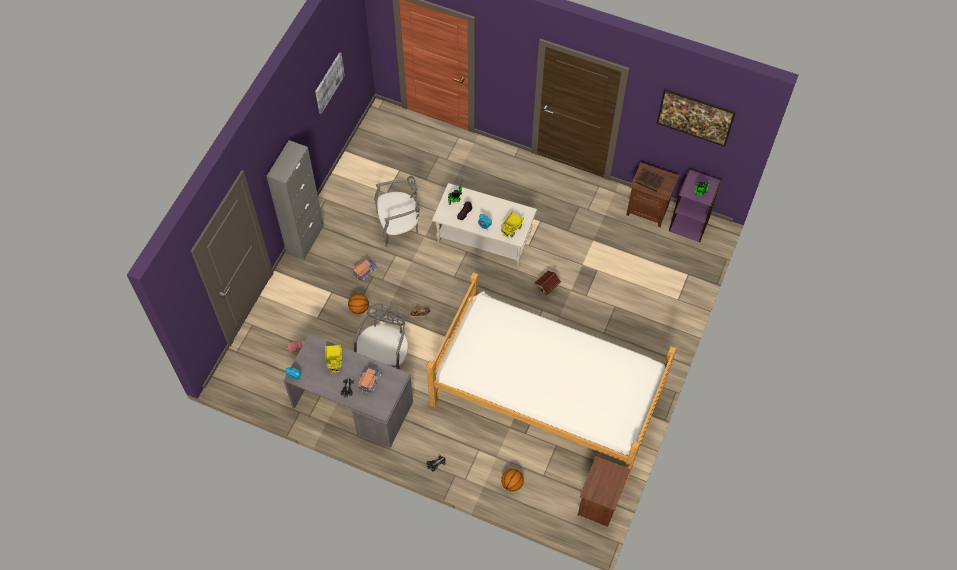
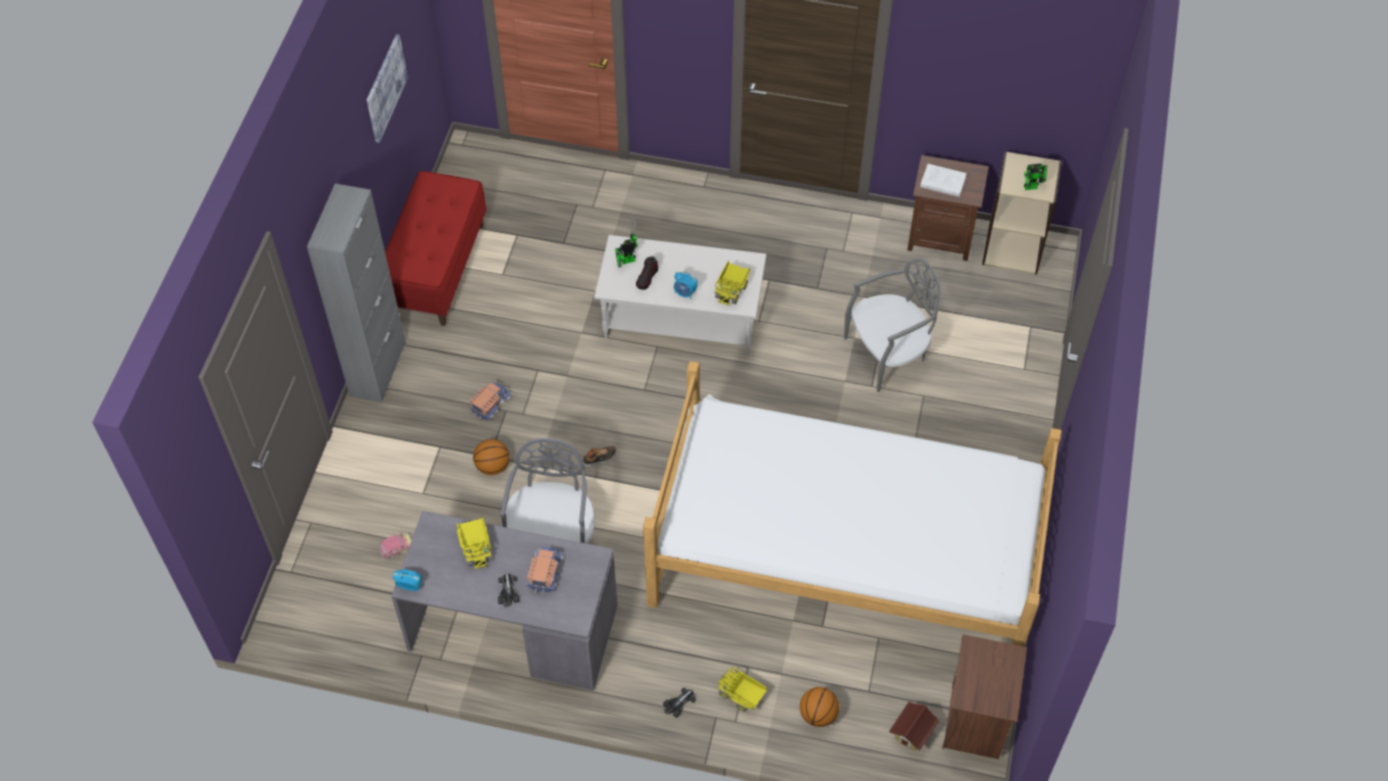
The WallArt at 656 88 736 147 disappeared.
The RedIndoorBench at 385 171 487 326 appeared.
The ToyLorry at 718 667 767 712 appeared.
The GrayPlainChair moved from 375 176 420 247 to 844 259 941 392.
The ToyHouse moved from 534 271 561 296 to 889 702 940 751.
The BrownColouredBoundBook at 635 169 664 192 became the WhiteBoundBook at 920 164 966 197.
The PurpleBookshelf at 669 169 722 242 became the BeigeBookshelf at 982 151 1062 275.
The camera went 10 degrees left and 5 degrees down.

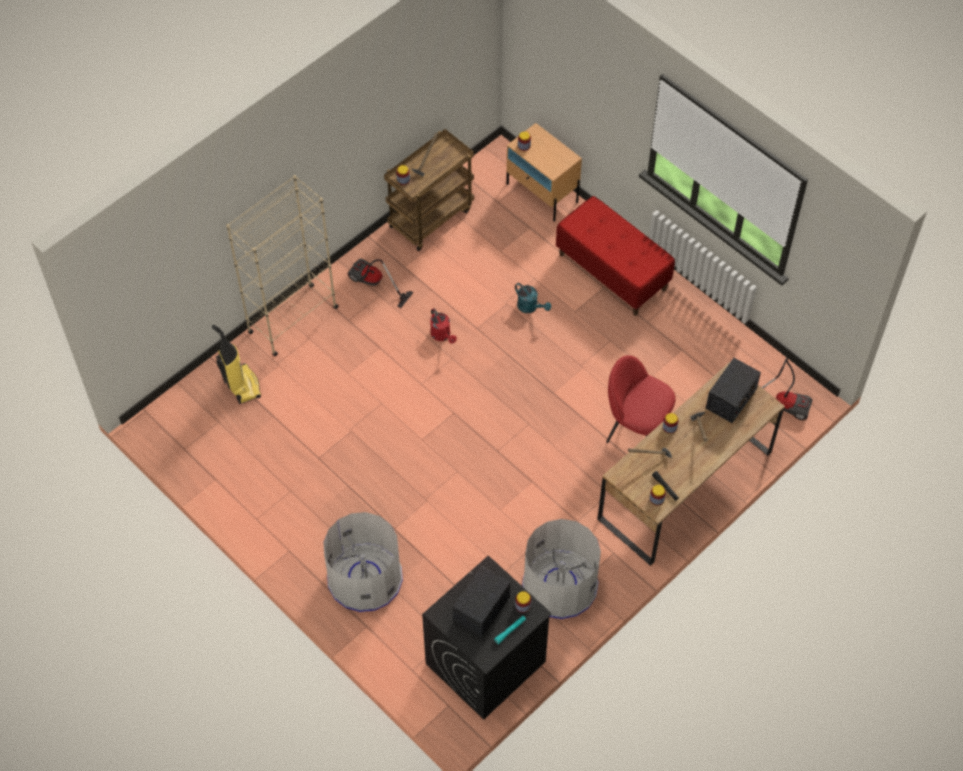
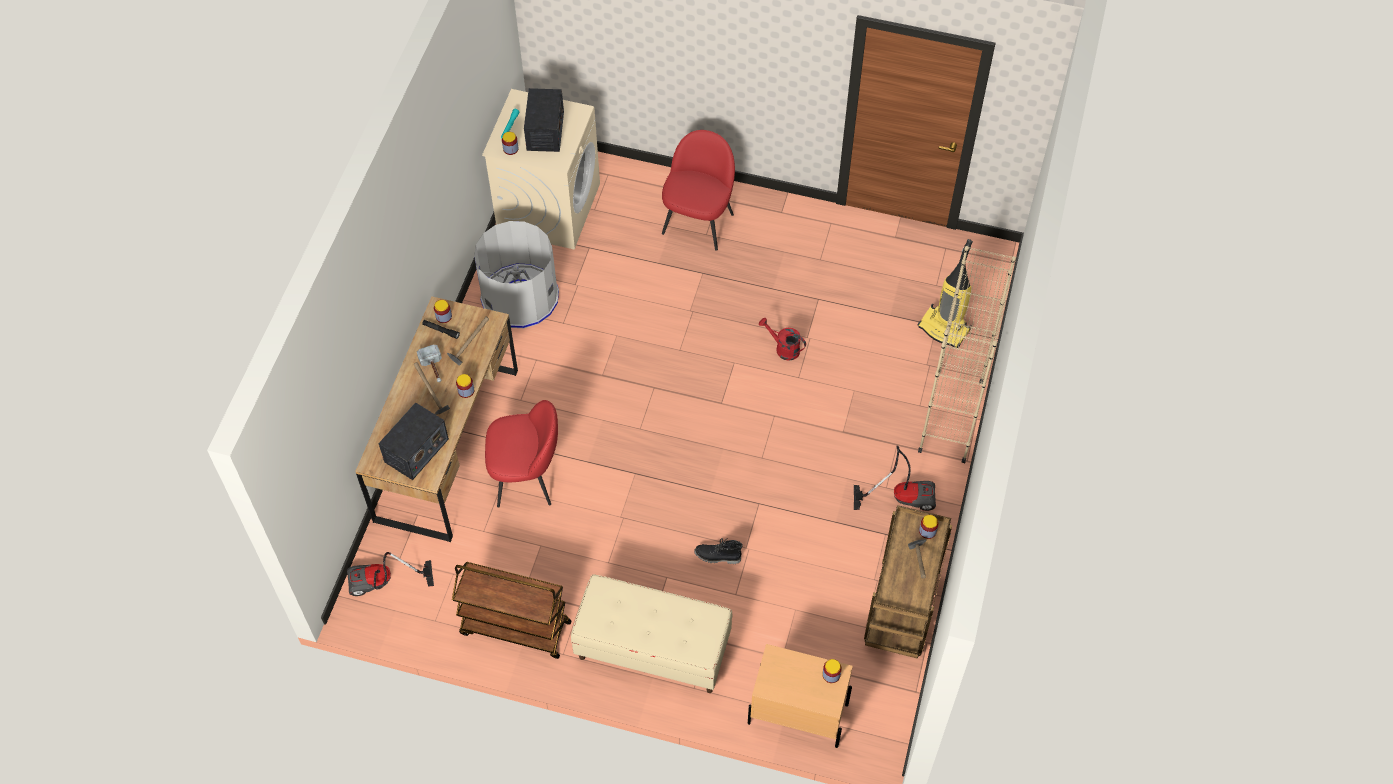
The HandHammer at 417 344 442 382 appeared.
The BrownColouredWheeledCart at 452 562 572 659 appeared.
The RedWateringPot moved from 430 308 457 344 to 759 318 806 361.
The GrayTrashCan at 323 512 403 612 was replaced by the RedPlainChair at 662 130 735 251.
The TurquoiseColouredWateringPot at 515 283 551 313 was replaced by the BlackTallBoot at 694 538 743 564.
The BlackWashingMachine at 422 556 552 720 became the BeigeWashingMachine at 482 89 600 249.
The RedIndoorBench at 556 196 675 316 became the BeigeIndoorBench at 571 575 732 693.
The Radio at 706 358 761 423 turned 150 degrees counterclockwise.
The camera went 150 degrees right and 0 degrees up.

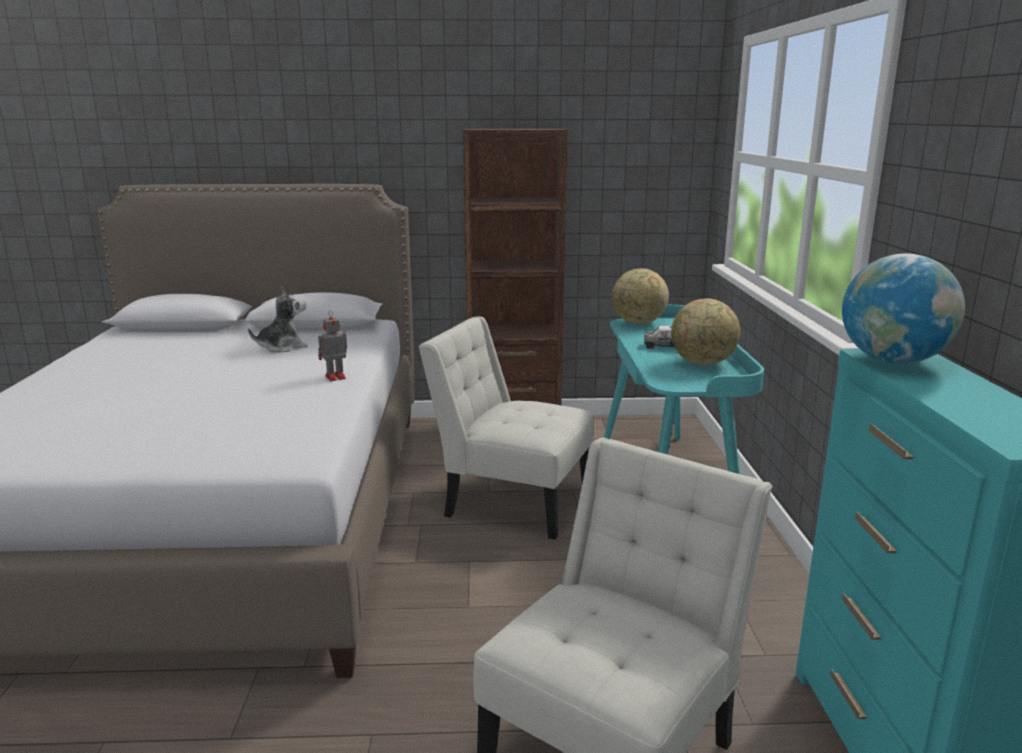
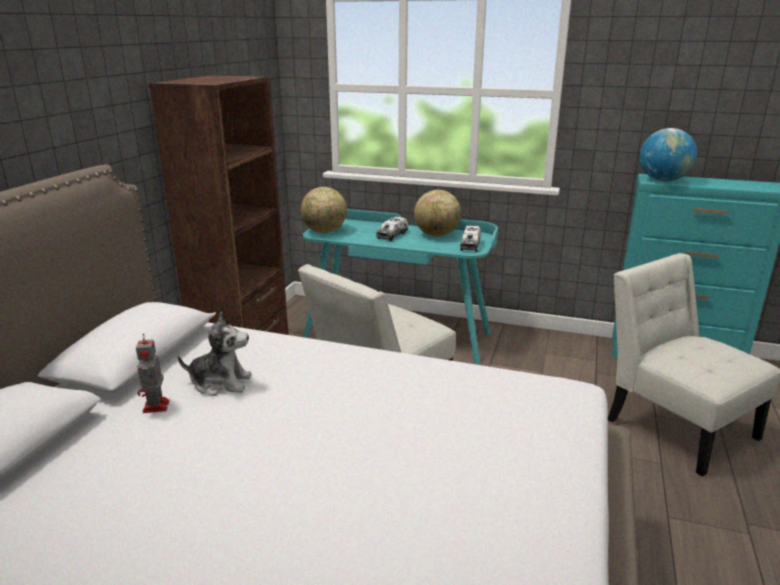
The ToyLorry at 460 226 481 252 appeared.
The ToyRobot moved from 318 310 347 381 to 136 334 169 413.
The PlushToy at 248 287 308 353 turned 105 degrees clockwise.
The camera went 70 degrees left and 5 degrees up.

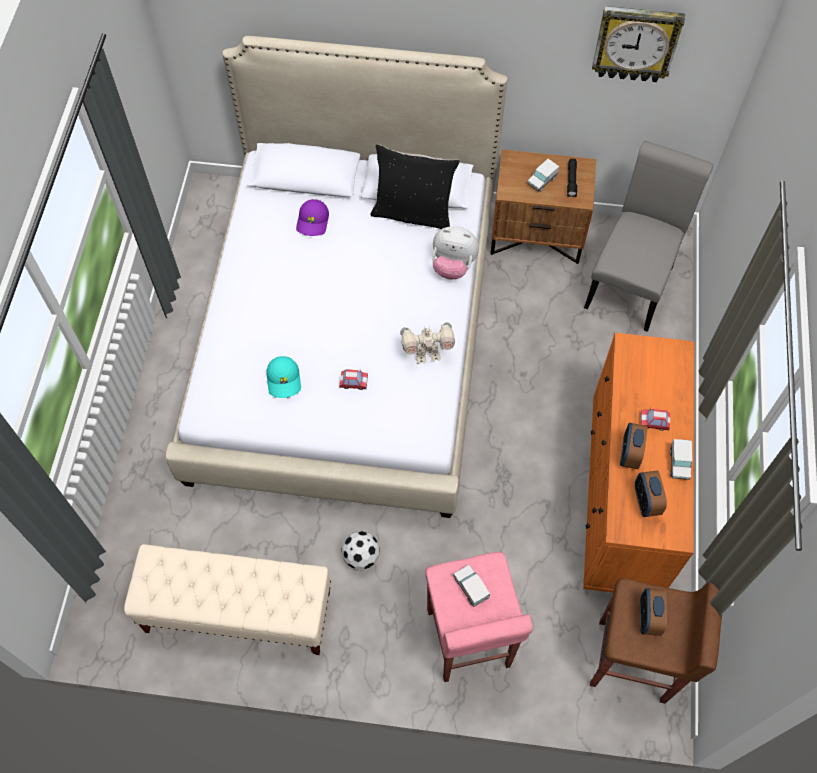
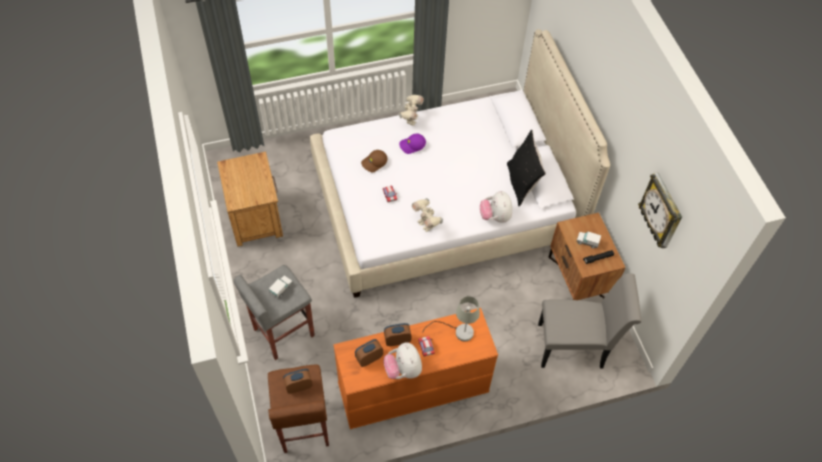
The Football at 341 531 380 570 disappeared.
The ToyRobot at 399 95 424 126 appeared.
The GrayLampForATable at 422 296 480 341 appeared.
The PurpleCap moved from 296 199 329 236 to 399 134 426 154.
The BeigeIndoorBench at 124 544 331 655 was replaced by the BrownColouredBedsideTable at 217 152 283 247.
The ToyLorry at 670 439 692 480 was replaced by the PlushToy at 383 342 422 379.
The TurquoiseColouredCap at 266 356 301 398 became the BrownColouredCap at 361 150 388 173.
The PinkishStool at 425 552 533 682 became the GrayStool at 233 265 315 360.
The camera went 65 degrees right and 5 degrees down.

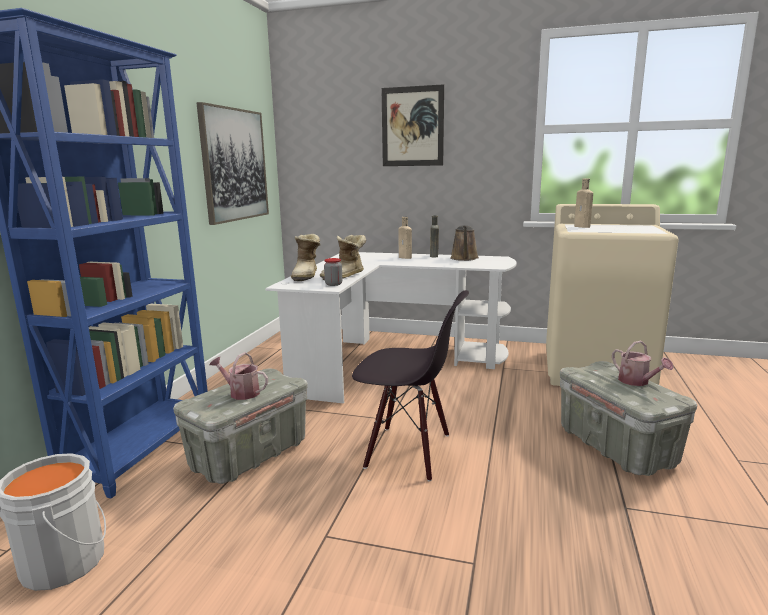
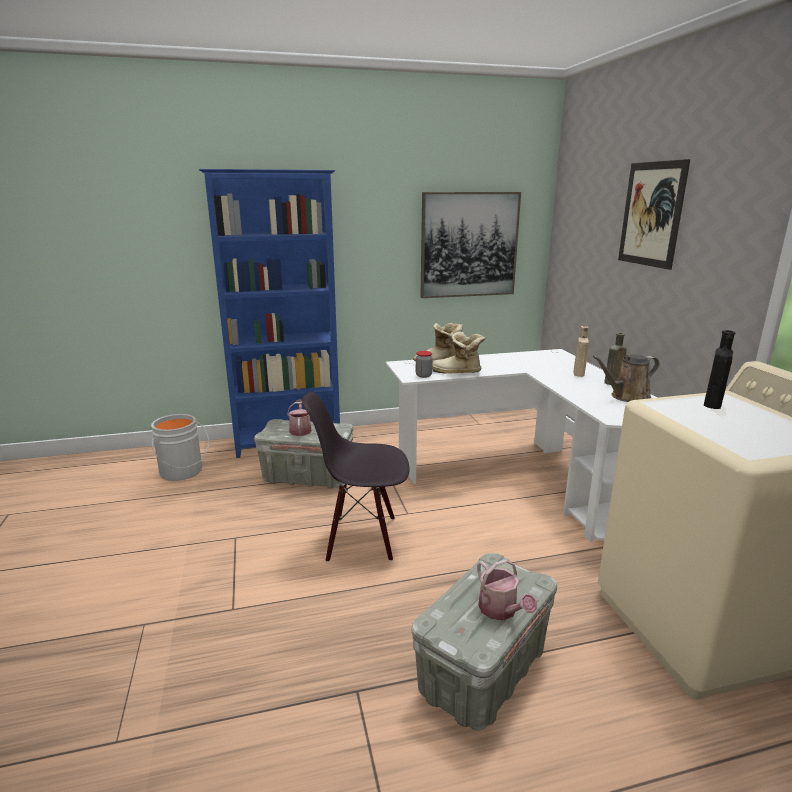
The BeigeBeverageBottle at 574 178 593 228 became the BlackBeverageBottle at 704 330 735 409.
The BlackPlainChair at 352 290 469 482 turned 105 degrees clockwise.
The WateringPot at 612 341 674 386 turned 60 degrees counterclockwise.
The camera went 60 degrees right and 5 degrees up.

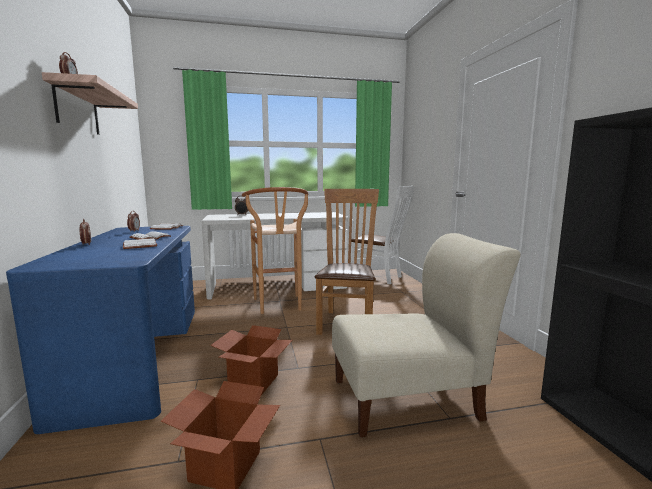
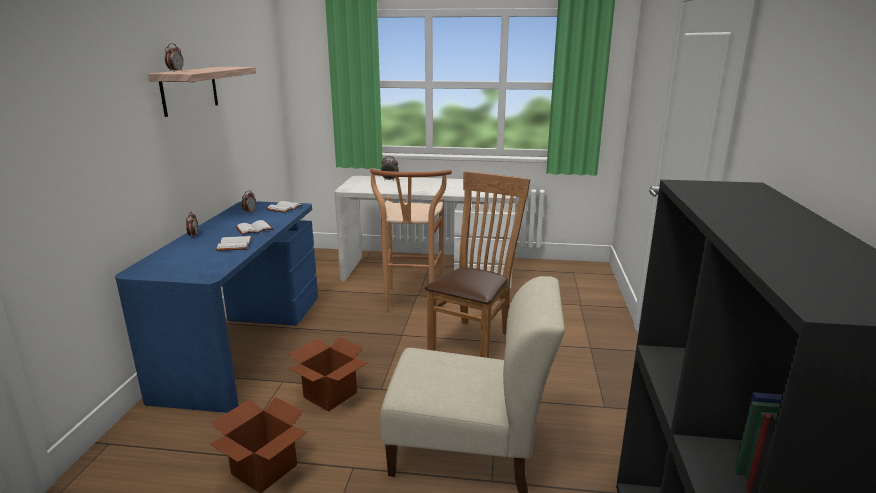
The WhitePlainChair at 351 186 414 284 disappeared.
The camera went 20 degrees right and 10 degrees up.

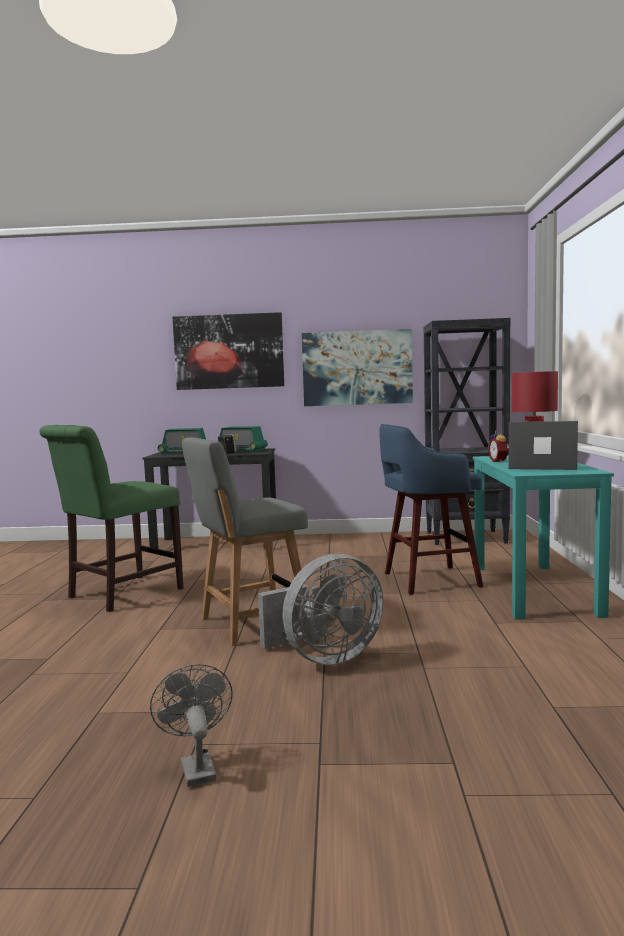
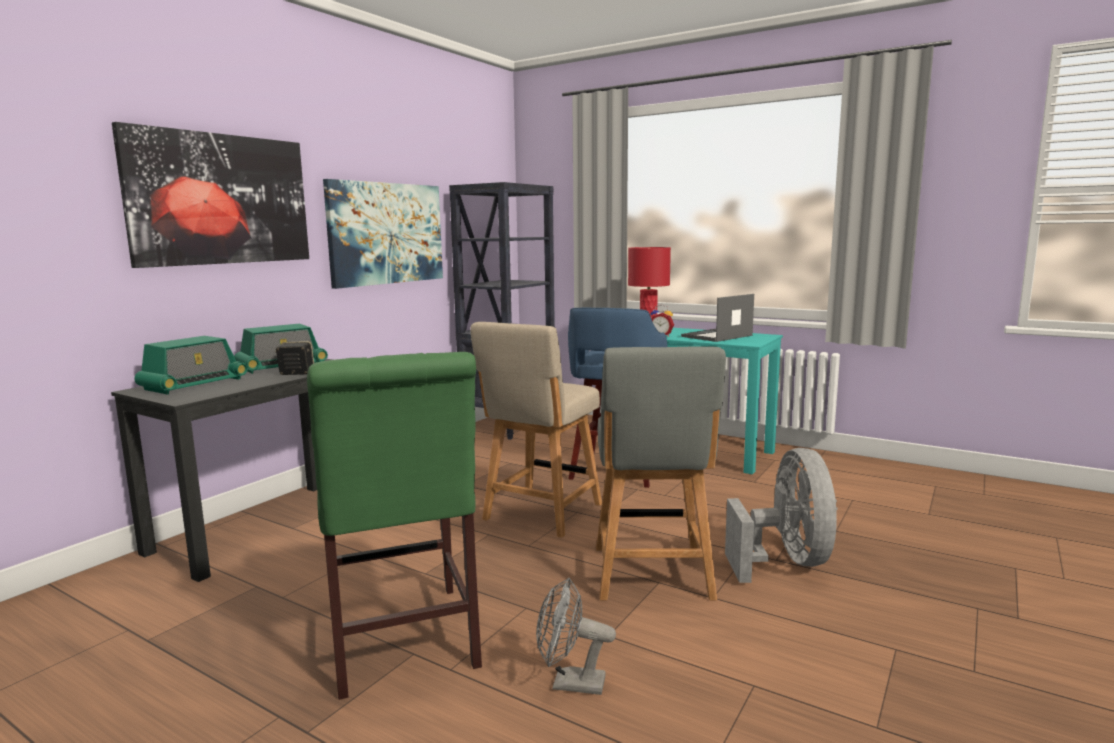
The BeigePlainChair at 470 322 602 538 appeared.
The GrayCoolingFan moved from 150 664 233 787 to 536 578 616 695.
The camera went 60 degrees left and 5 degrees up.

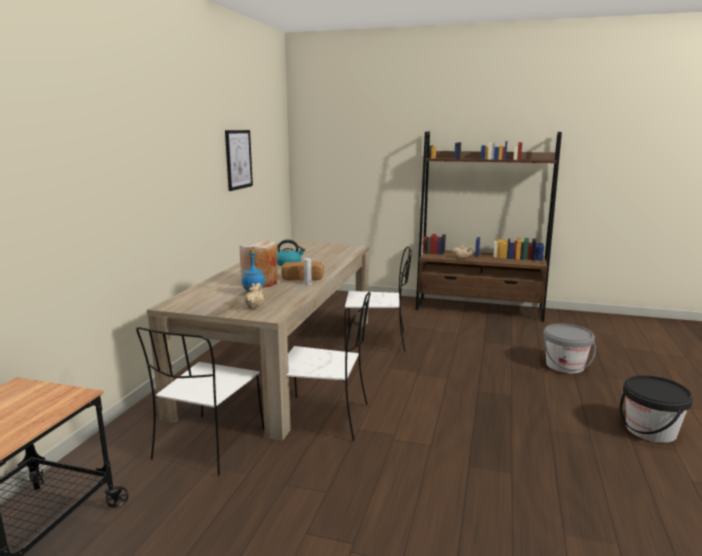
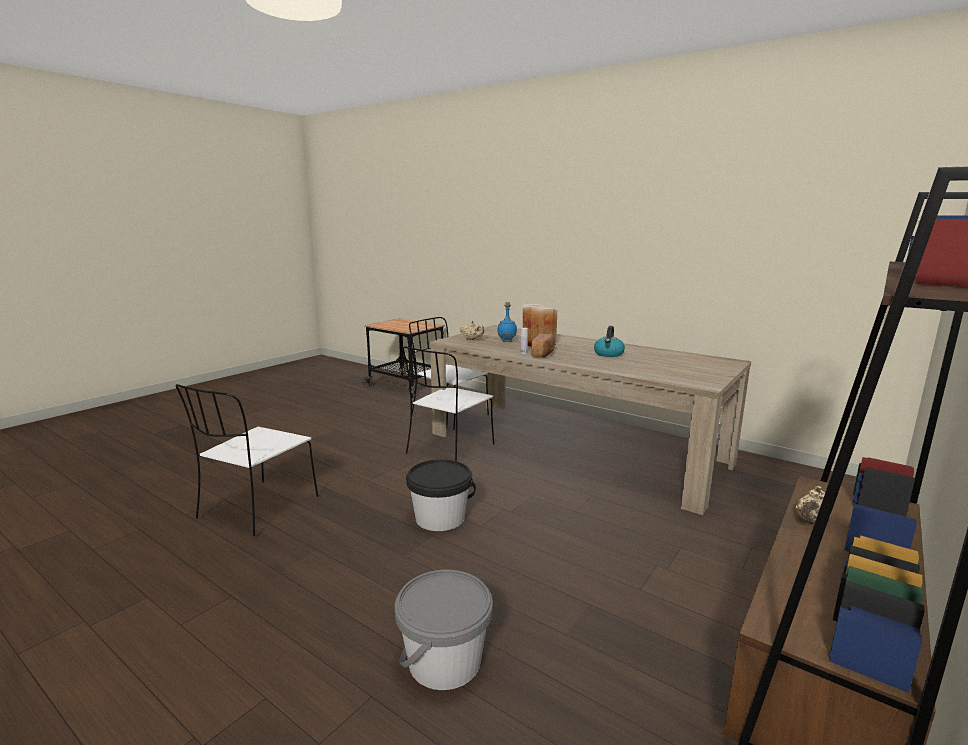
The WallArt at 225 130 253 191 disappeared.
The WhitePlainChair moved from 345 246 412 352 to 175 384 318 536.
The BlackBucket moved from 620 375 693 443 to 406 459 476 531.
The camera went 110 degrees right and 0 degrees up.

